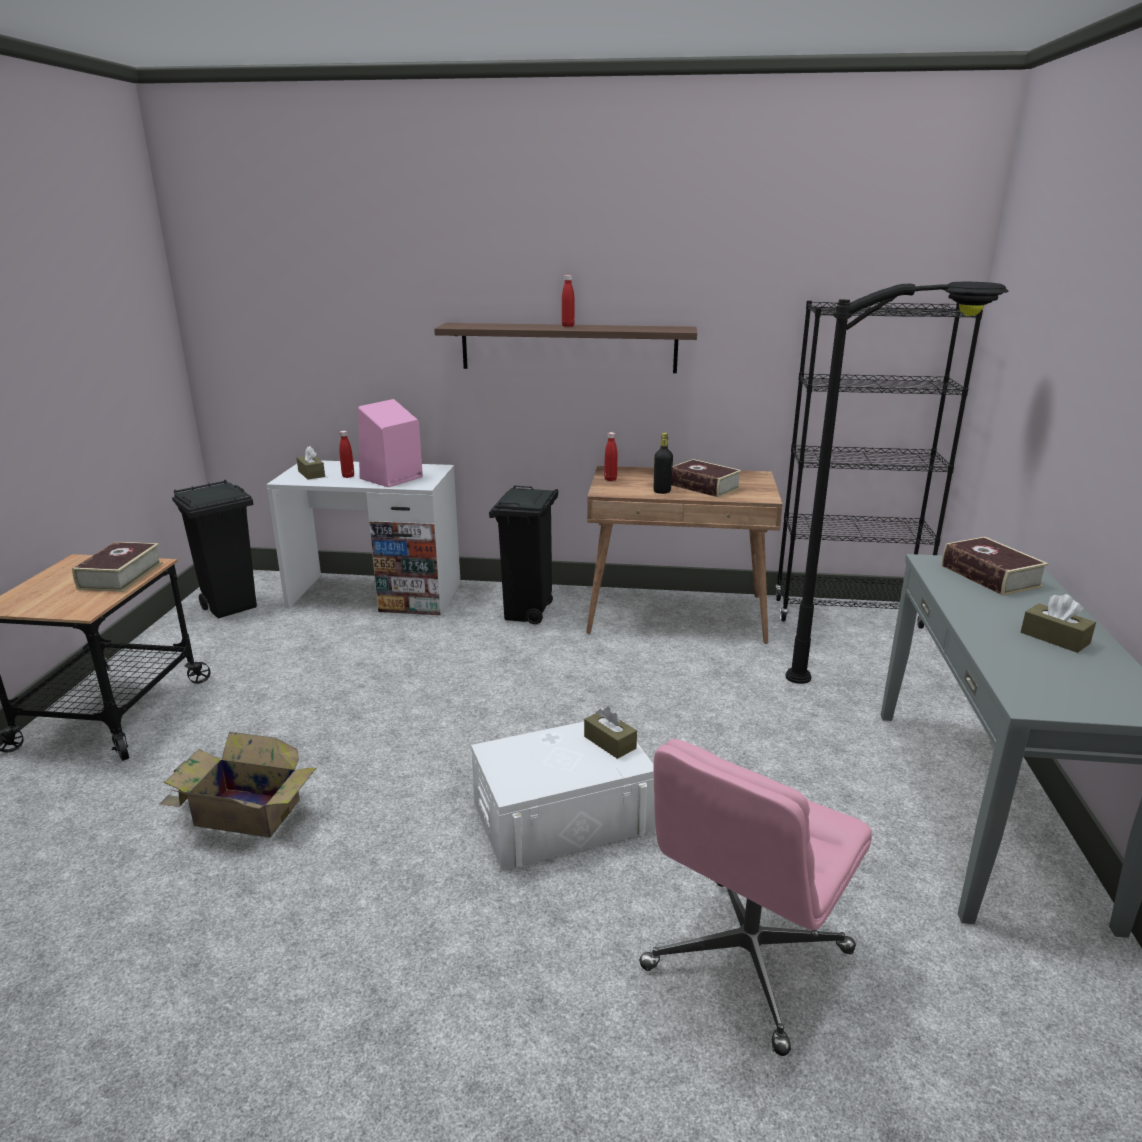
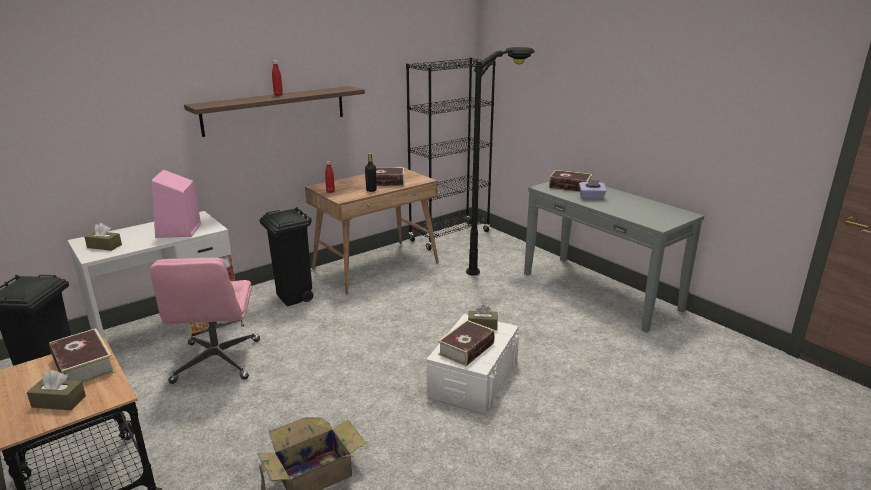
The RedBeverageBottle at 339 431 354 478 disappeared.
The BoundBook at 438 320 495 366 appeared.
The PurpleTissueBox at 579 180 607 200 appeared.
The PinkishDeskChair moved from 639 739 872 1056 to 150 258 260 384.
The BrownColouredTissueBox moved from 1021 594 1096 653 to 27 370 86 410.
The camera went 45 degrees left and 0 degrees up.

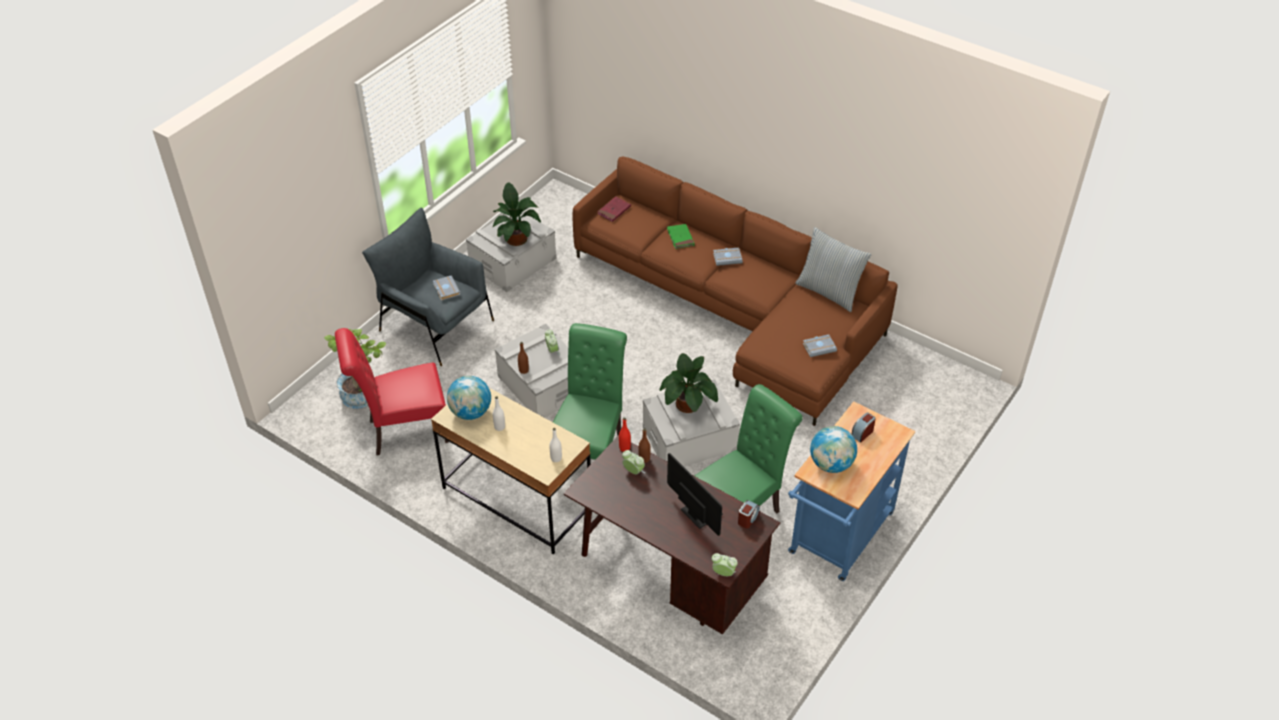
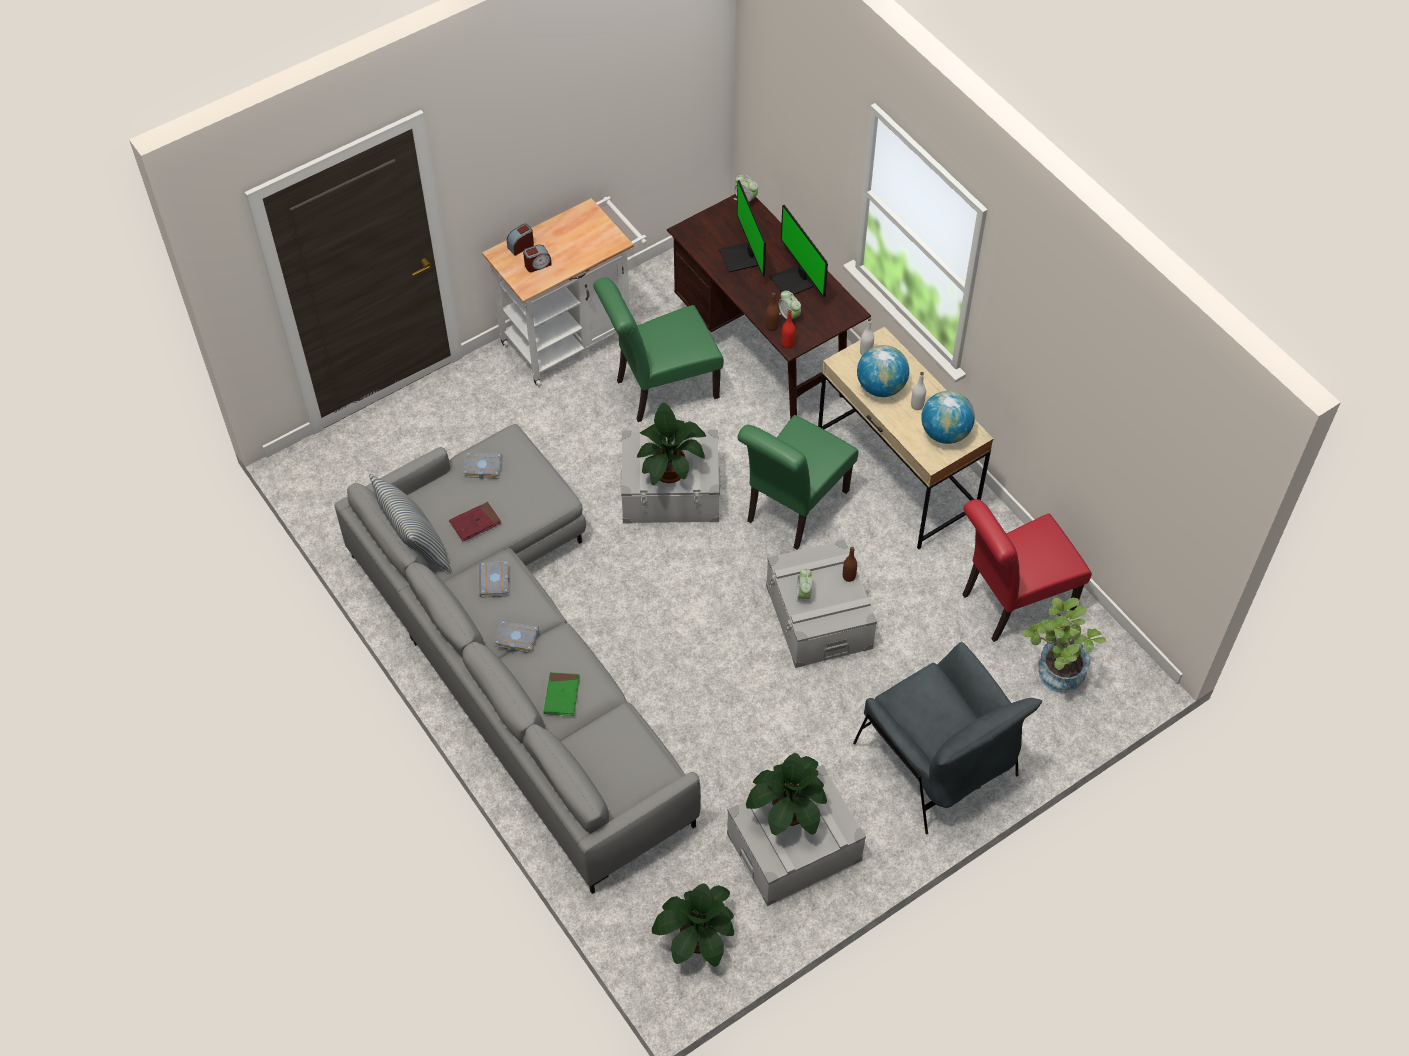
The Houseplant at 652 883 734 967 appeared.
The Monitor at 770 205 828 297 appeared.
The GrayBoundBook moved from 433 276 461 301 to 479 561 509 598.
The RedBoundBook moved from 597 196 631 222 to 449 502 501 541.
The BedsideClock moved from 738 500 760 528 to 507 224 534 256.
The WorldGlobe moved from 810 426 857 473 to 857 345 909 397.
The BrownColouredCouch at 572 156 898 426 became the GrayCouch at 335 424 701 894.
The BlueColouredWheeledCart at 788 401 915 581 became the WhiteWheeledCart at 482 196 647 387.
The RedPlainChair at 335 328 449 456 turned 150 degrees clockwise.
The camera went 160 degrees left and 10 degrees up.

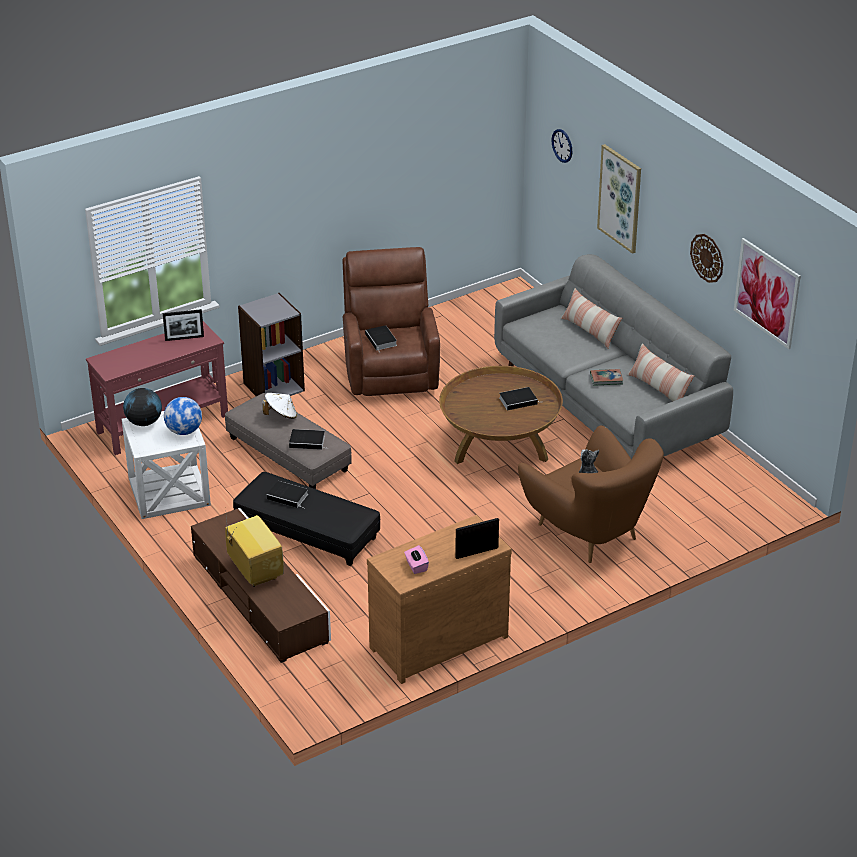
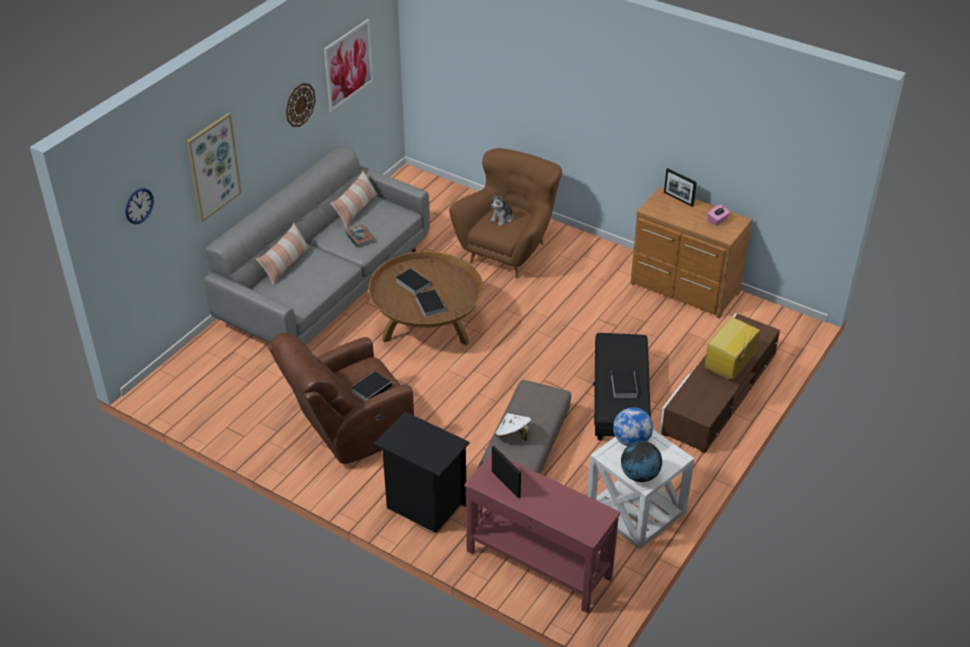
The BoundBook moved from 289 429 327 450 to 415 289 446 317.
The GrayBookshelf at 238 293 305 396 was replaced by the BlackBedsideTable at 374 412 470 533.
The camera went 115 degrees left and 5 degrees up.

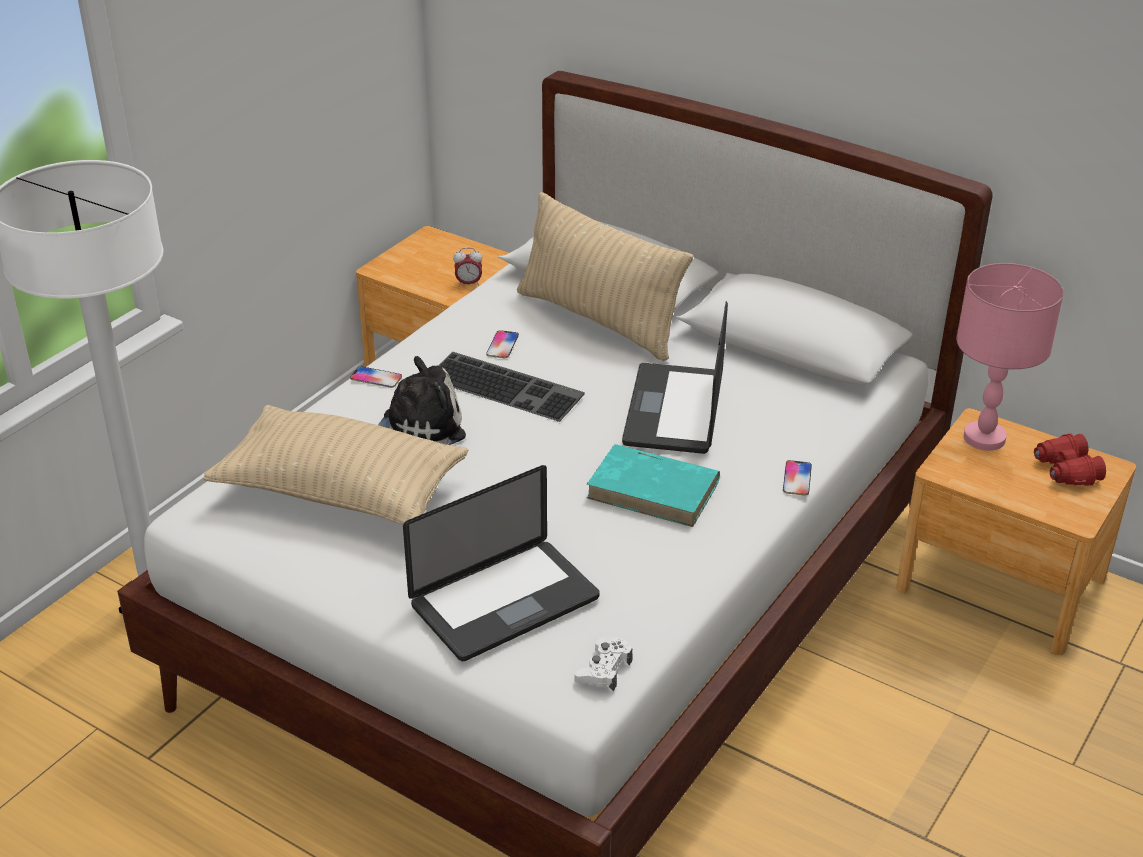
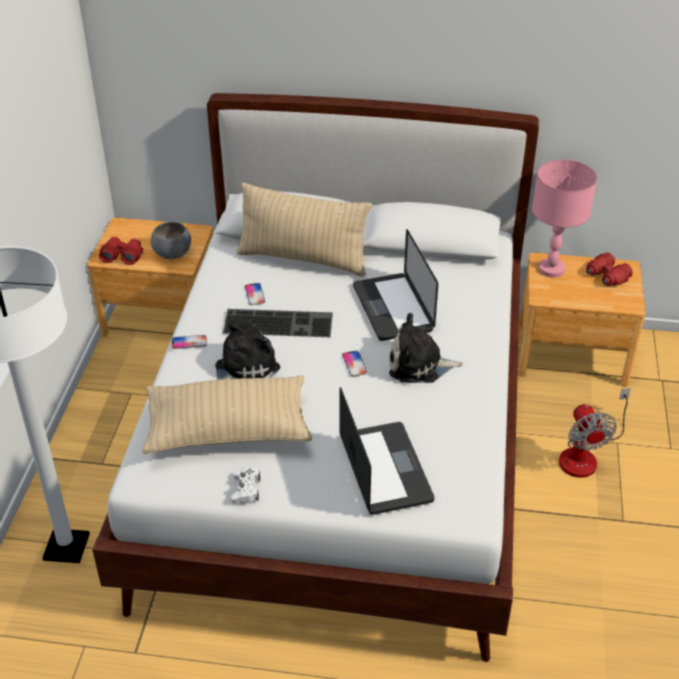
The RedPairOfBinoculars at 99 237 143 265 appeared.
The CoolingFan at 559 388 631 478 appeared.
The WhiteGamepad moved from 574 637 633 691 to 231 467 260 504.
The Telephone moved from 783 460 812 496 to 343 351 367 376.
The BedsideClock at 453 248 482 287 was replaced by the GrayServingBowl at 151 222 191 259.
The TurquoiseColouredBoundBook at 587 444 720 527 was replaced by the PlushToy at 389 313 463 383.
The Laptop at 403 465 600 661 turned 45 degrees counterclockwise.
The camera went 25 degrees left and 5 degrees up.

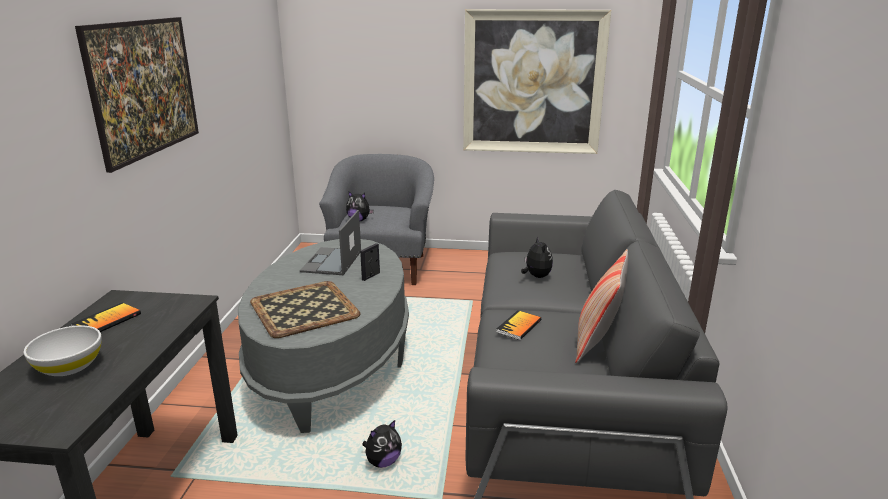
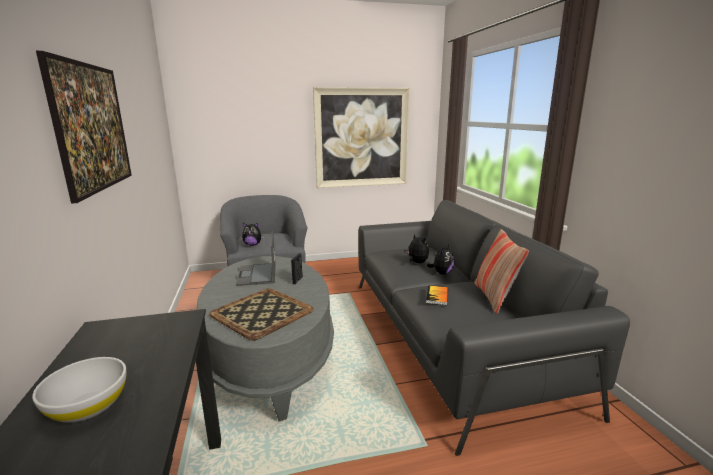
The BoundBook at 71 303 141 332 disappeared.
The PlushToy moved from 362 420 402 468 to 427 244 454 275.
The camera went 20 degrees left and 5 degrees down.

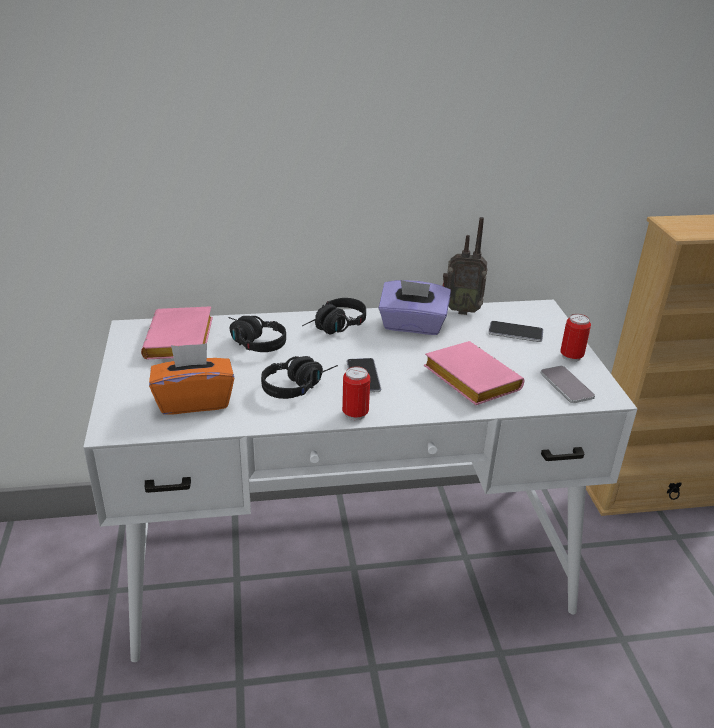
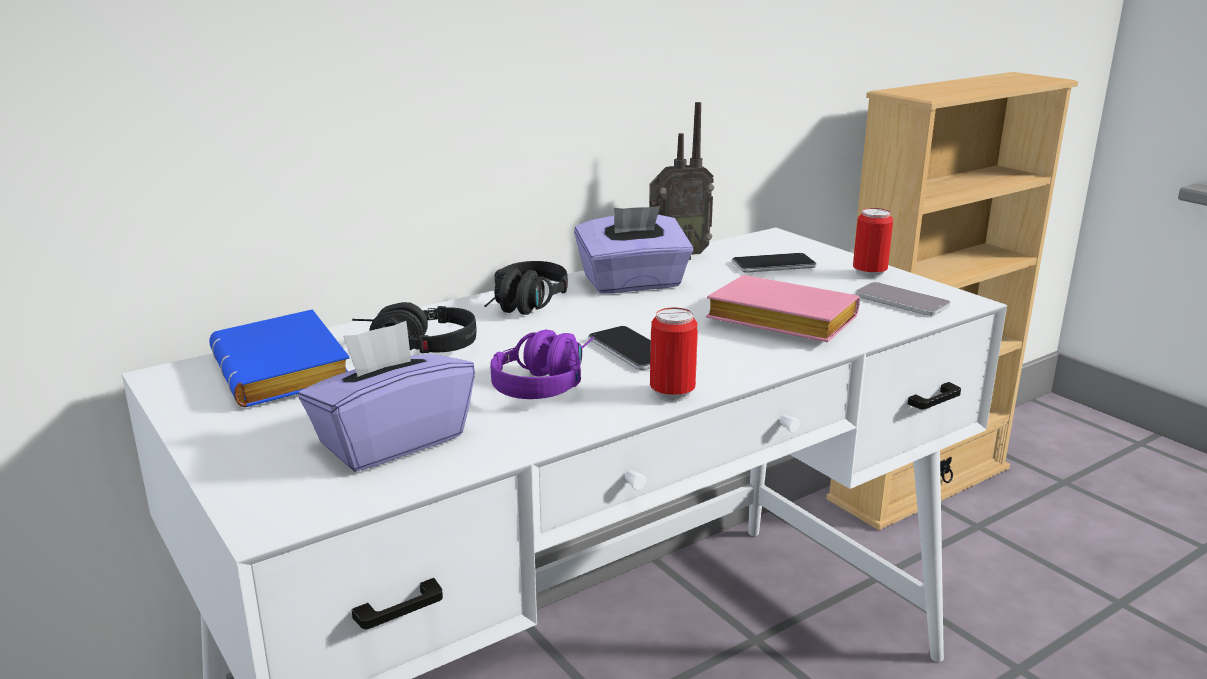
The PinkishBoundBook at 141 306 213 359 became the BlueColouredBoundBook at 209 310 350 407.
The OrangeyTissueBox at 149 343 234 415 became the PurpleTissueBox at 298 321 475 472.
The BlackHeadset at 261 356 338 399 became the PurpleHeadset at 490 330 594 399.
The camera went 25 degrees left and 10 degrees down.

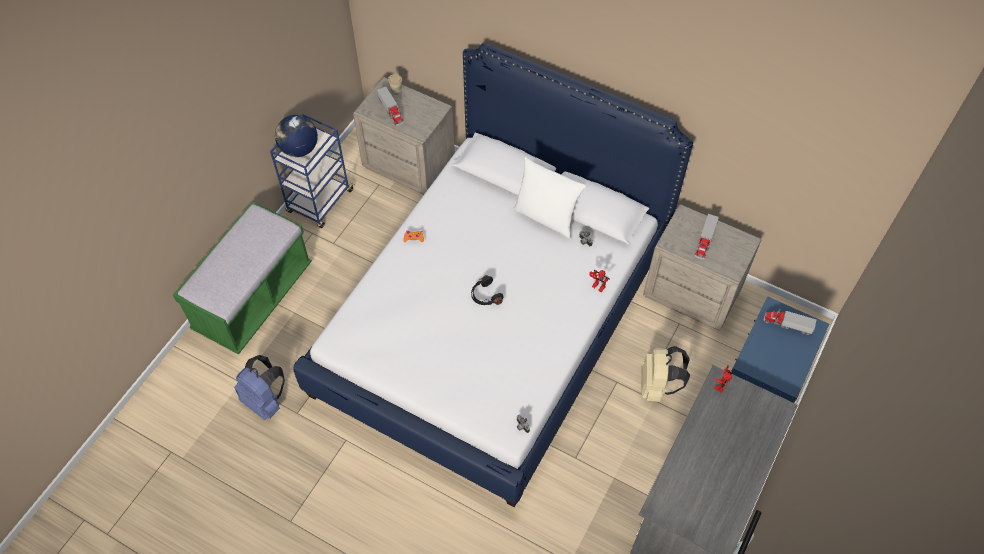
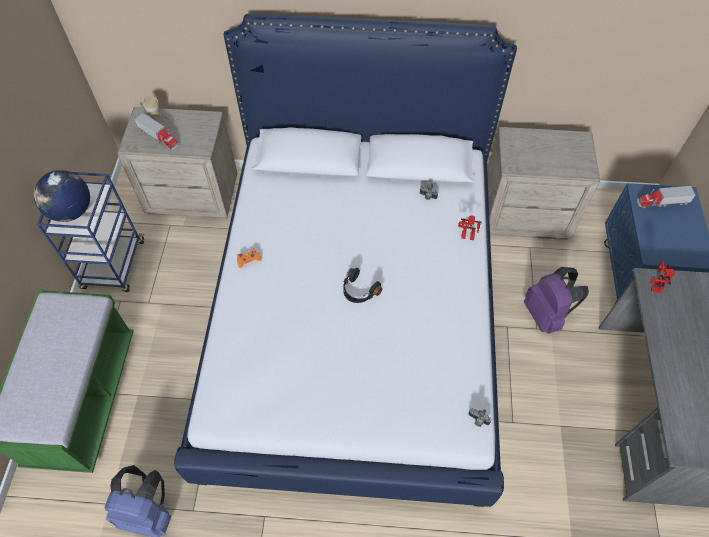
The WhiteCushion at 513 157 586 239 disappeared.
The ToyLorry at 695 214 719 259 disappeared.
The BeigeRucksack at 641 346 690 402 became the PurpleRucksack at 524 267 589 334.
The camera went 25 degrees left and 0 degrees up.

